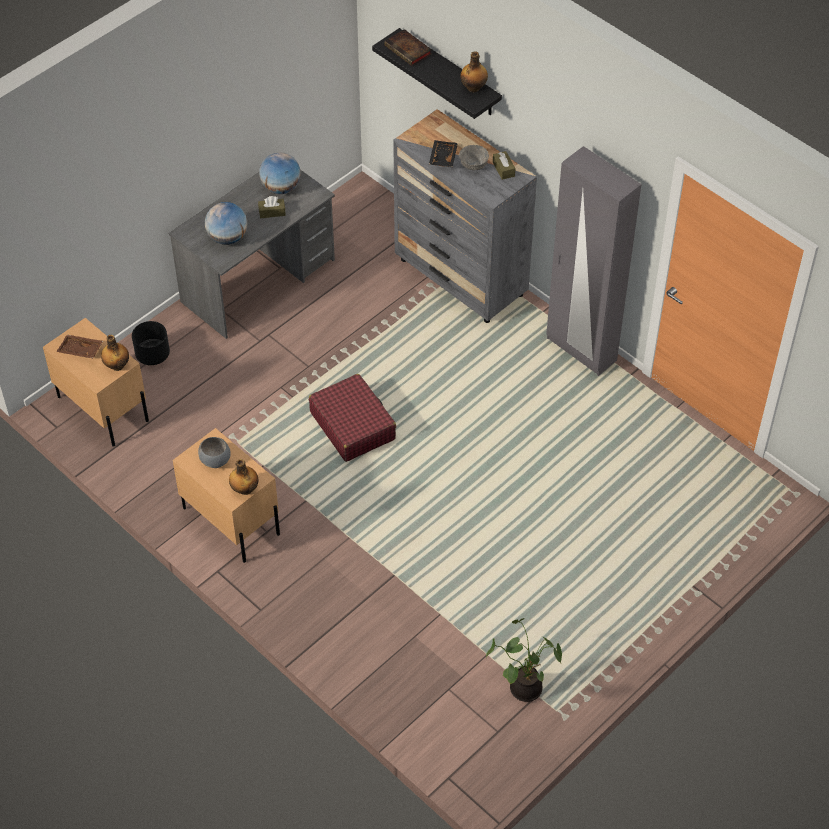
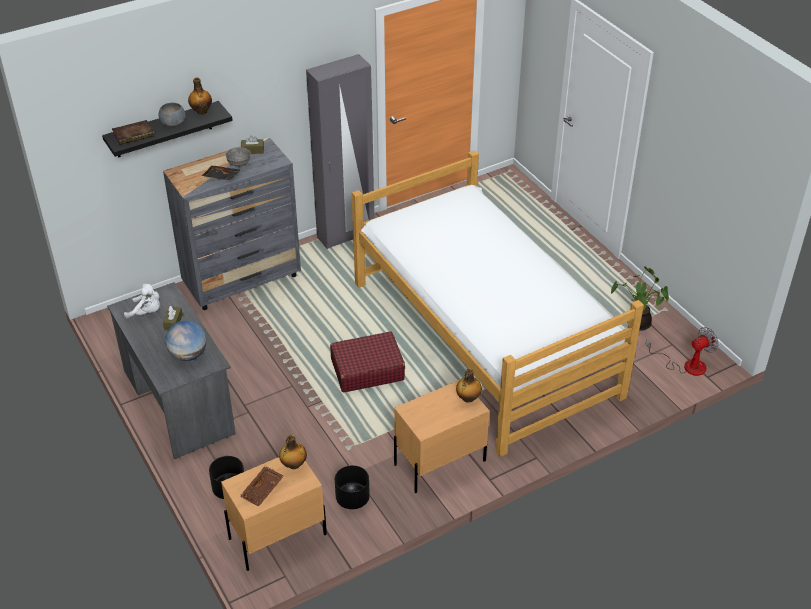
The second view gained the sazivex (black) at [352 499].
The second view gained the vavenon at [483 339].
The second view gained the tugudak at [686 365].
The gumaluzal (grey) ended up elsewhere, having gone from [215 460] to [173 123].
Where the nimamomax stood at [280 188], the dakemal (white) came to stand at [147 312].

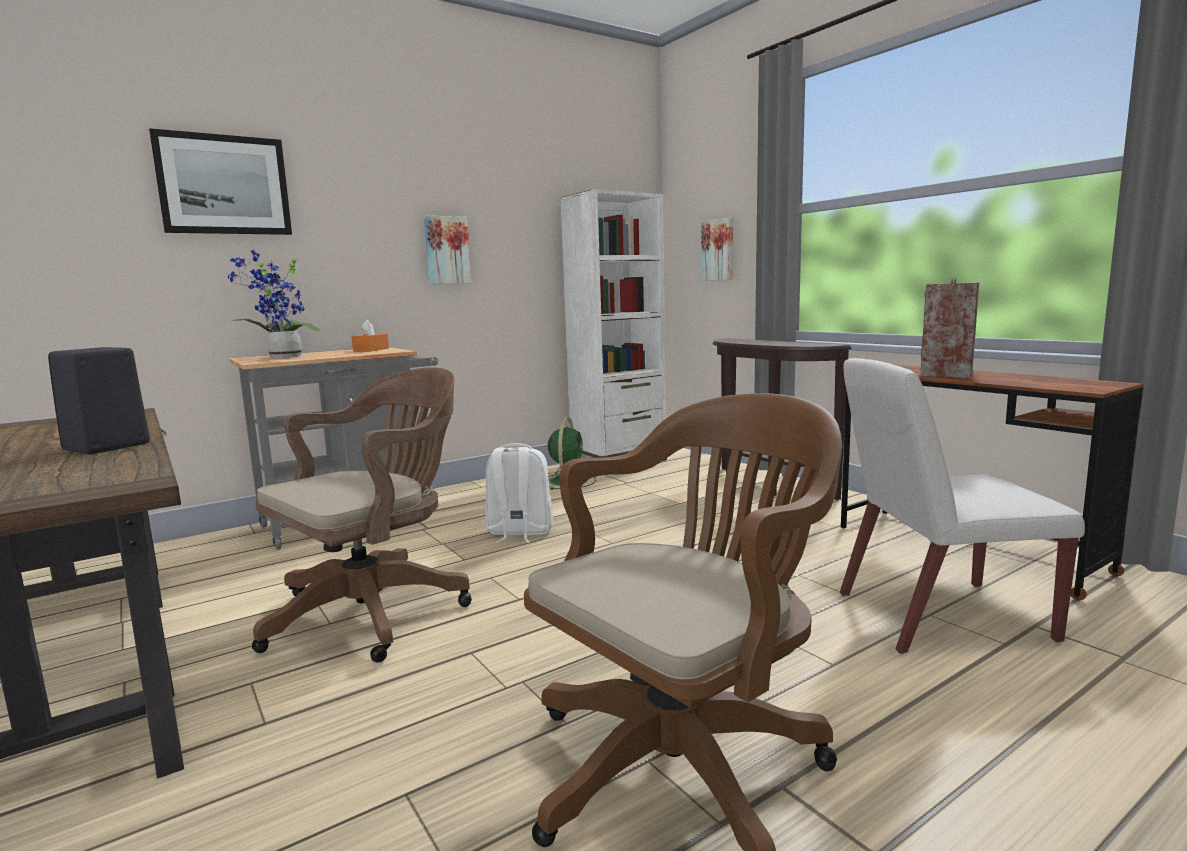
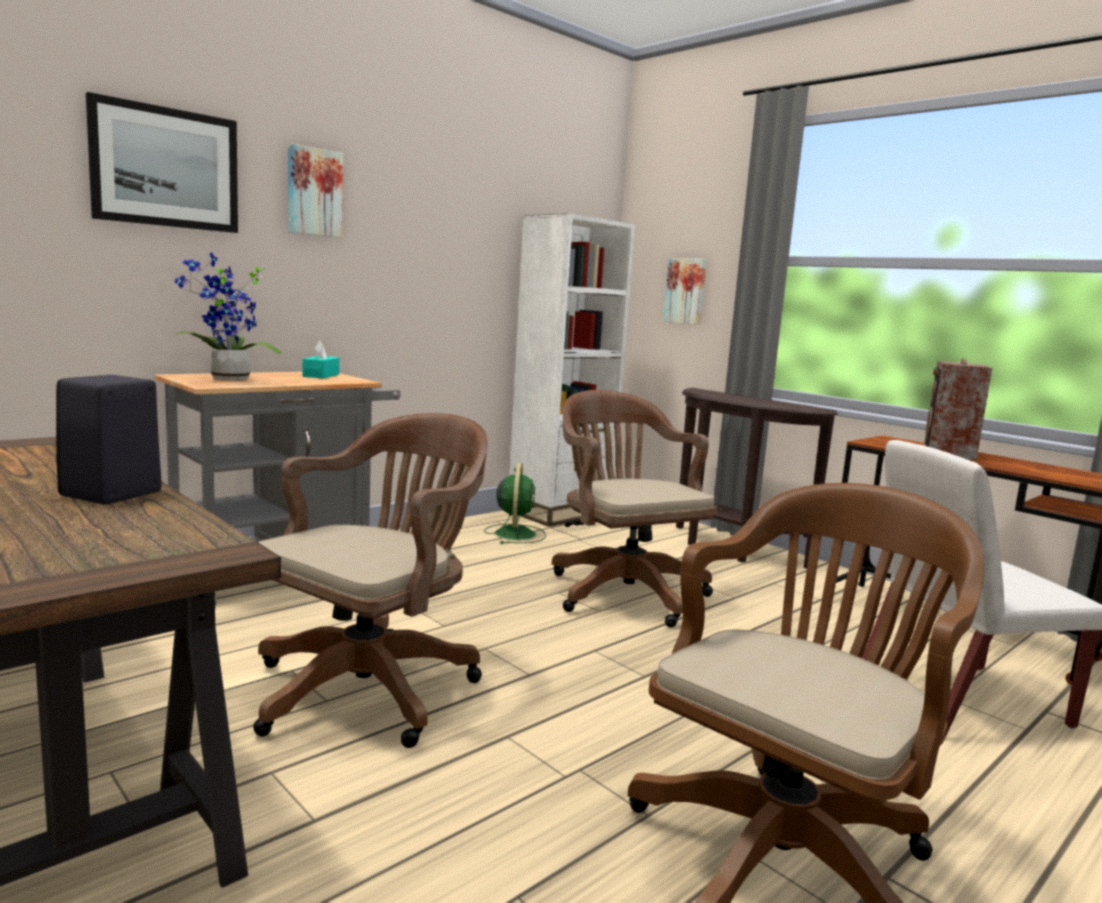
The second view lost the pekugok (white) at [519 532].
The second view gained the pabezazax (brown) at [622 590].
The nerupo ended up elsewhere, having gone from [447 250] to [314 192].
What was the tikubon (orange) at [371 350] turned into the tikubon (turquoise) at [321 375].

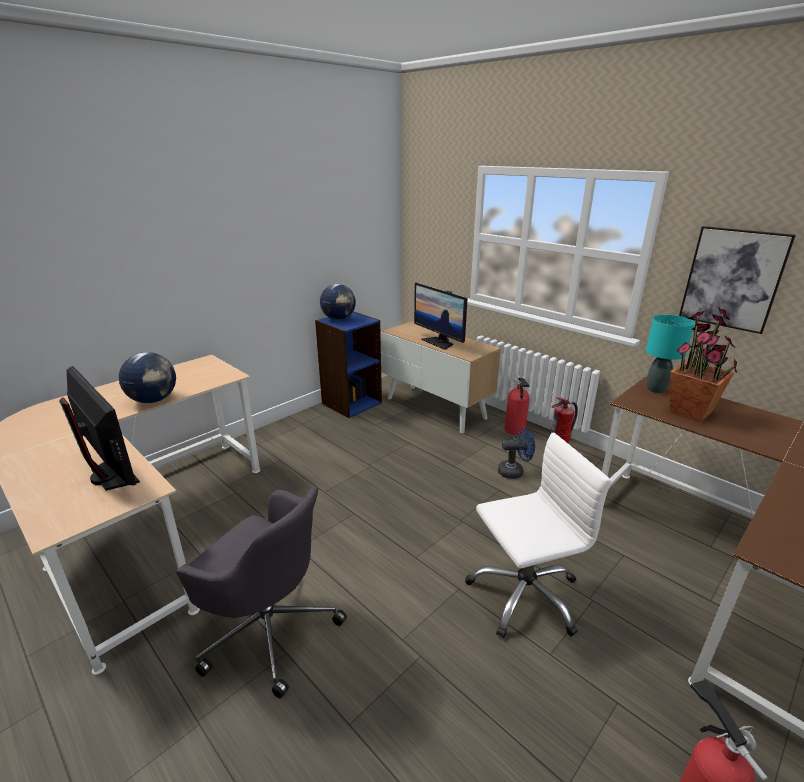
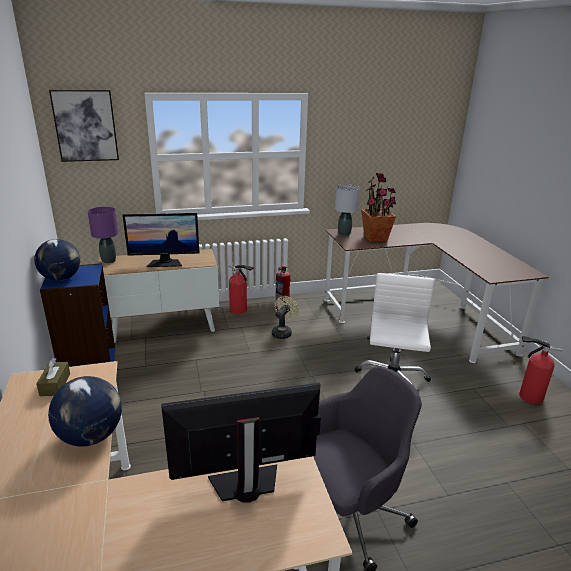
The second view gained the tikubon (brown) at [55 384].
The second view gained the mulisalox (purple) at [109 261].
The nerupo ended up elsewhere, having gone from [732 279] to [85 126].
What was the tugudak (blue) at [514 471] turned into the tugudak (beige) at [283 332].
What was the mulisalox (turquoise) at [655 389] turned into the mulisalox (grey) at [344 234].

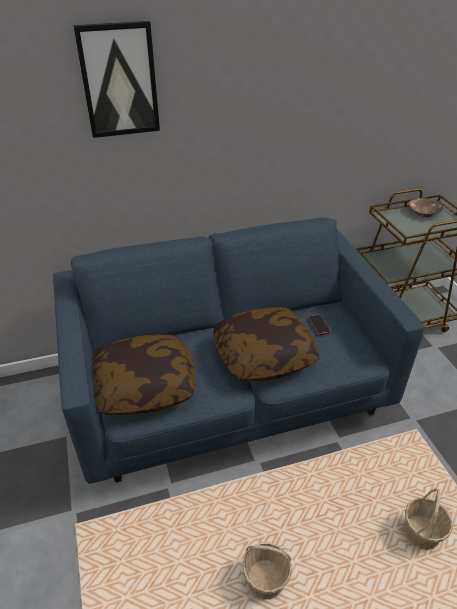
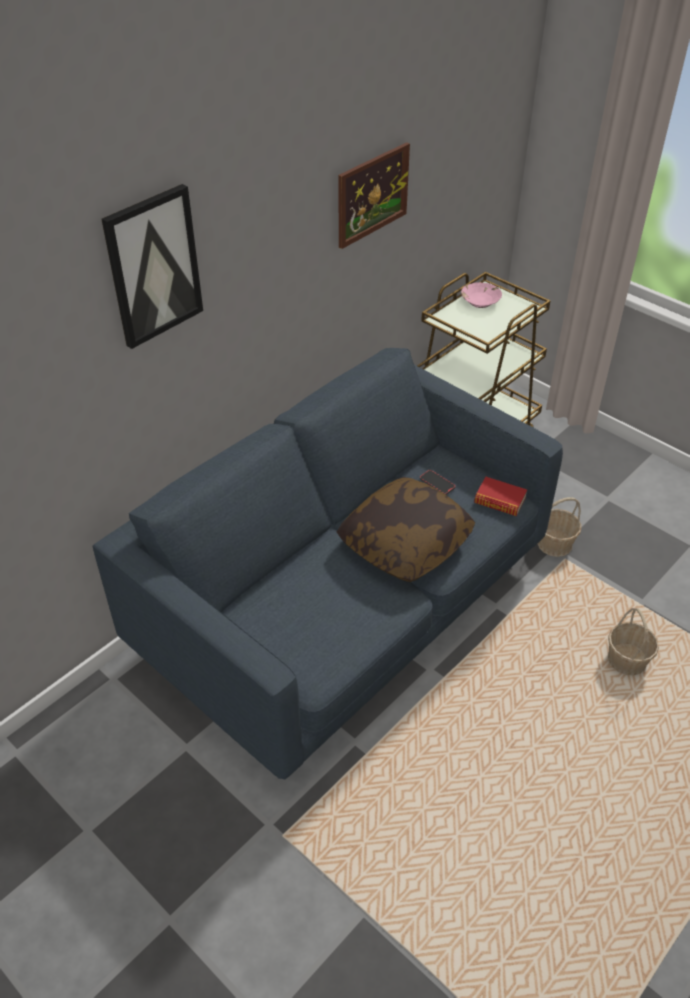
The second view lost the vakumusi at [144 386].
The second view gained the nerupo at [372 194].
The second view gained the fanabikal at [499 501].
The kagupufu ended up elsewhere, having gone from [265 580] to [555 543].
What was the gumaluzal (brown) at [423 212] turned into the gumaluzal (pink) at [480 301].

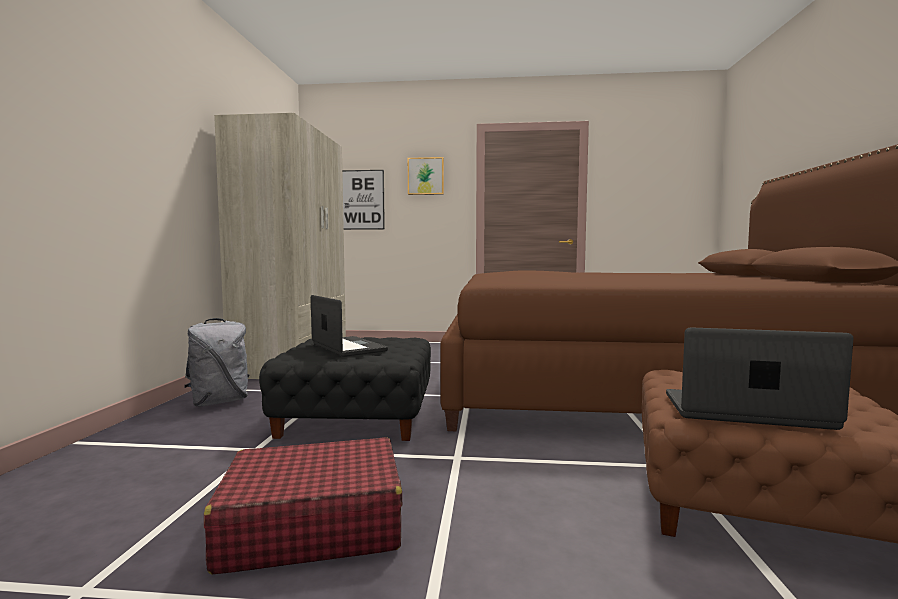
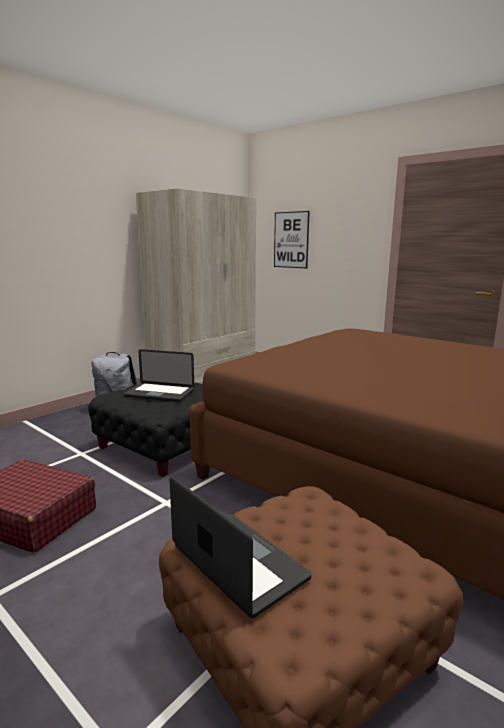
The second view lost the nerupo at [426 176].
The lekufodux at [348 348] ended up facing another way, 105 degrees clockwise from before.

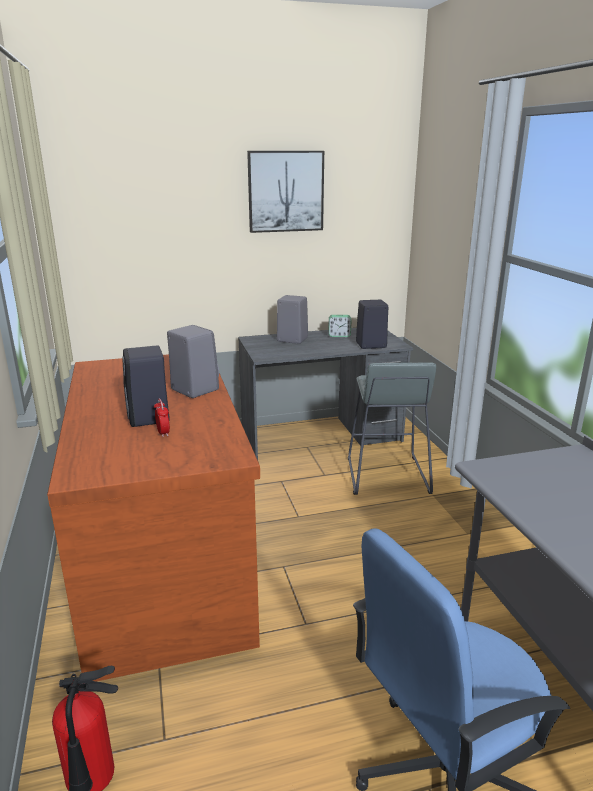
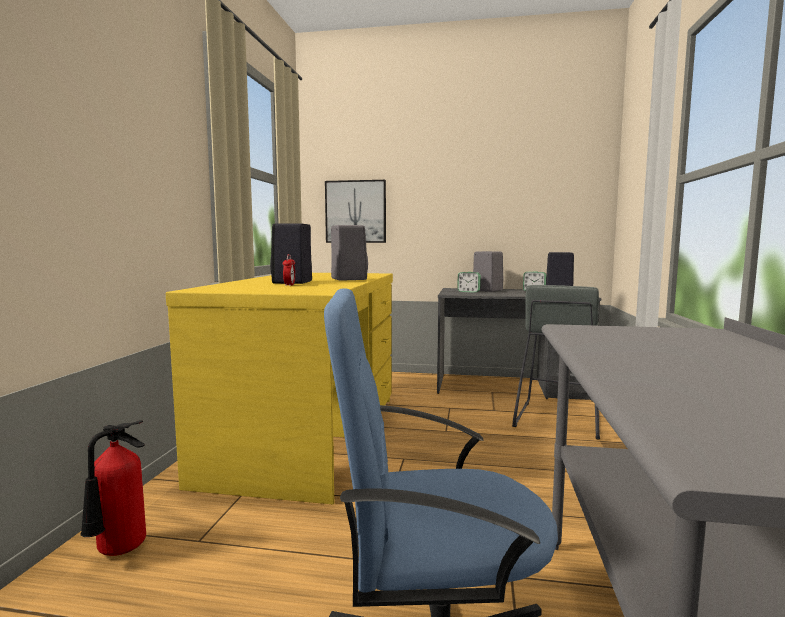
The second view gained the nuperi at [468 291].
The nerupo ended up elsewhere, having gone from [285 191] to [356 212].
What was the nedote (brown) at [166 561] turned into the nedote (yellow) at [309 436].

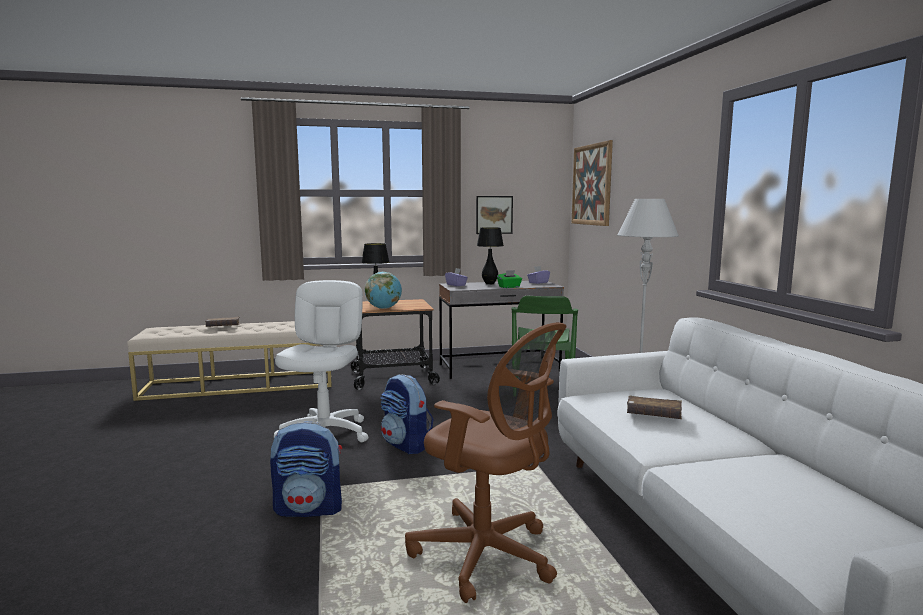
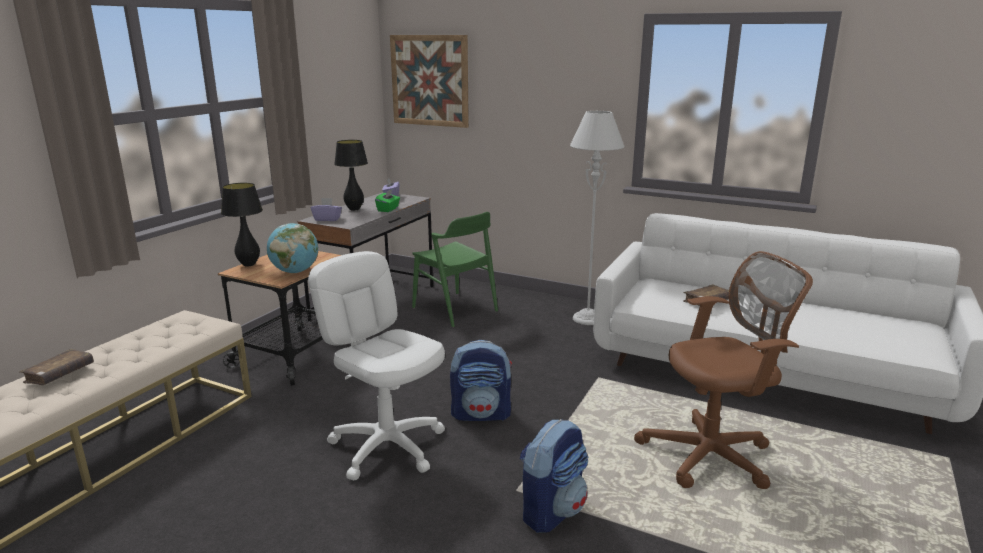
The second view lost the nerupo at [494 215].

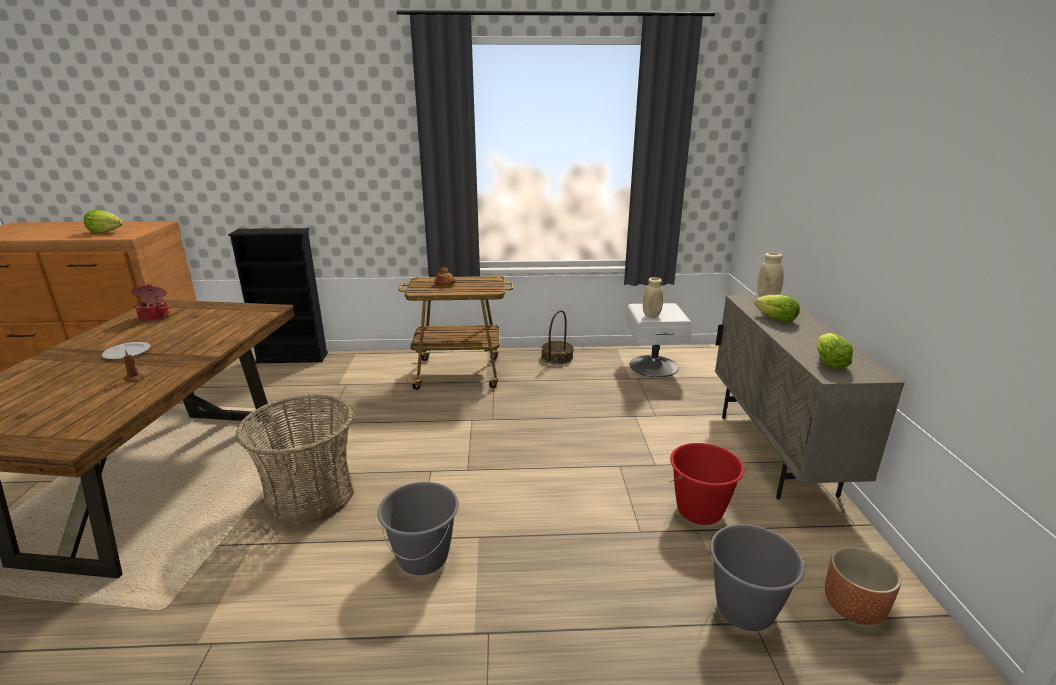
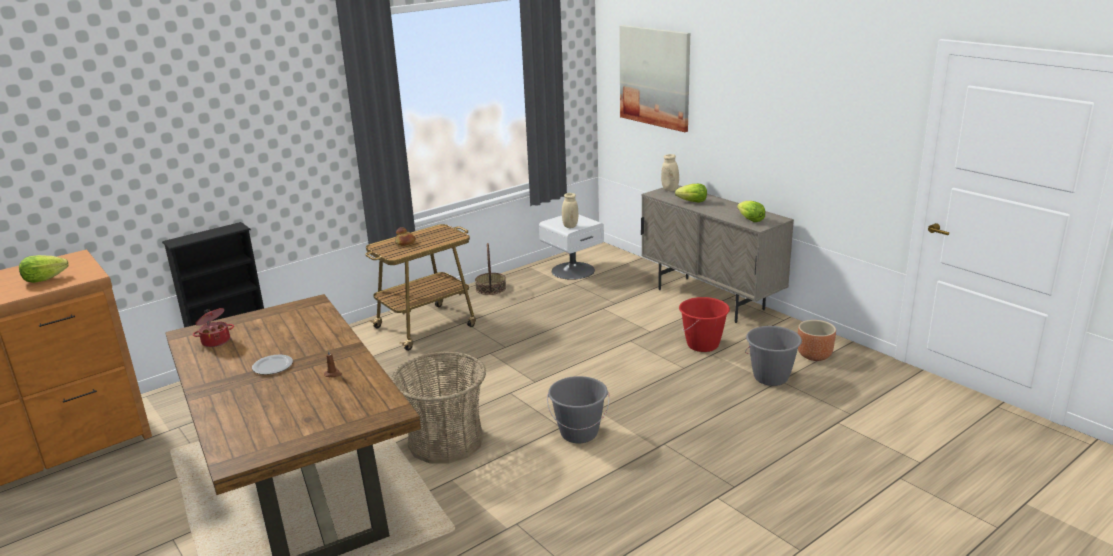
The second view gained the nerupo at [655 77].

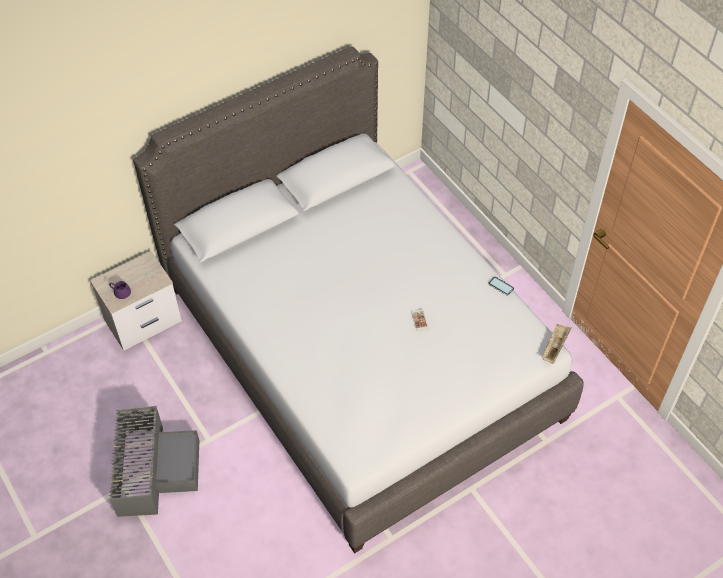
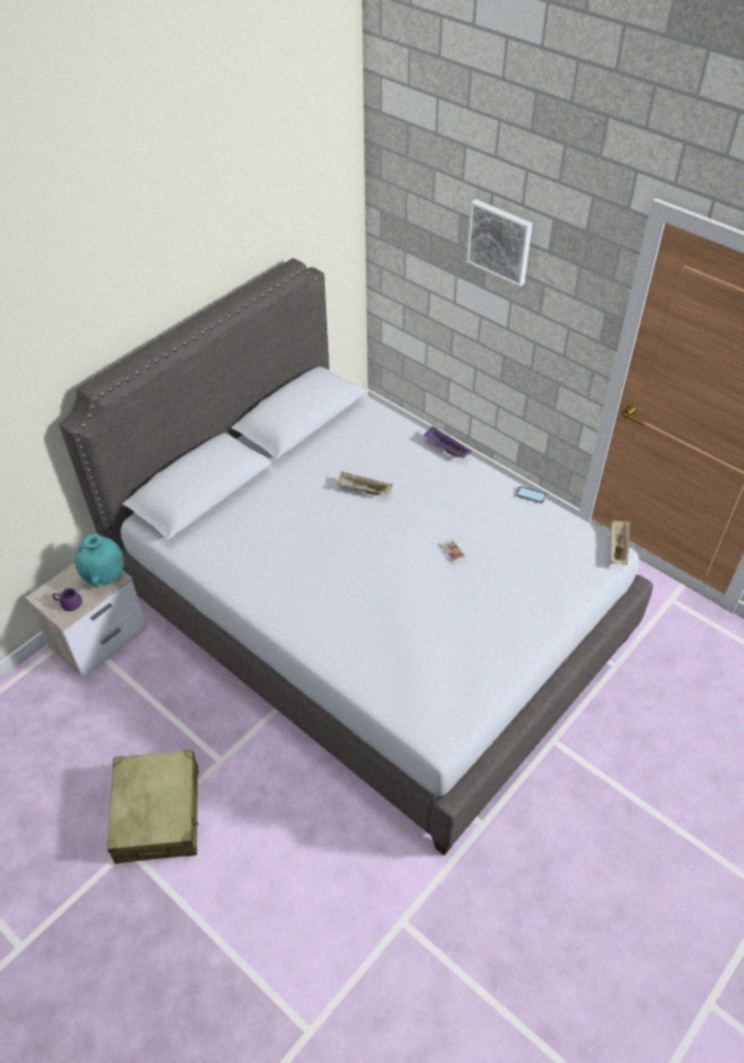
The second view gained the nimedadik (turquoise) at [105 577].
The second view gained the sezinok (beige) at [363 490].
The second view gained the sezinok (purple) at [445 449].
The second view gained the nerupo at [500 241].
Where the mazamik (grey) stood at [153 468], the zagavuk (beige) came to stand at [158 813].

